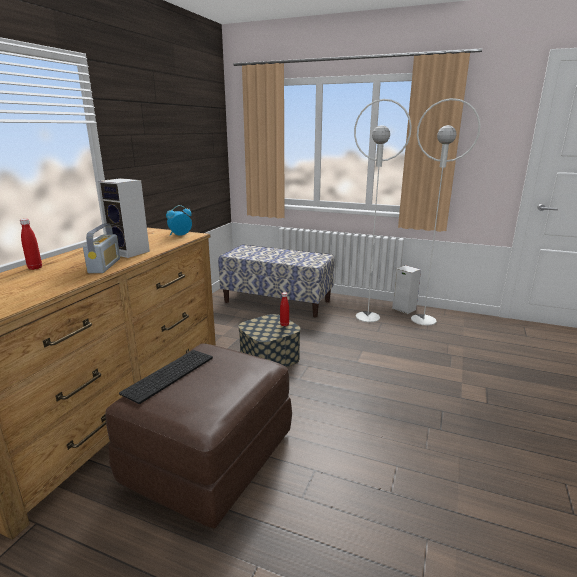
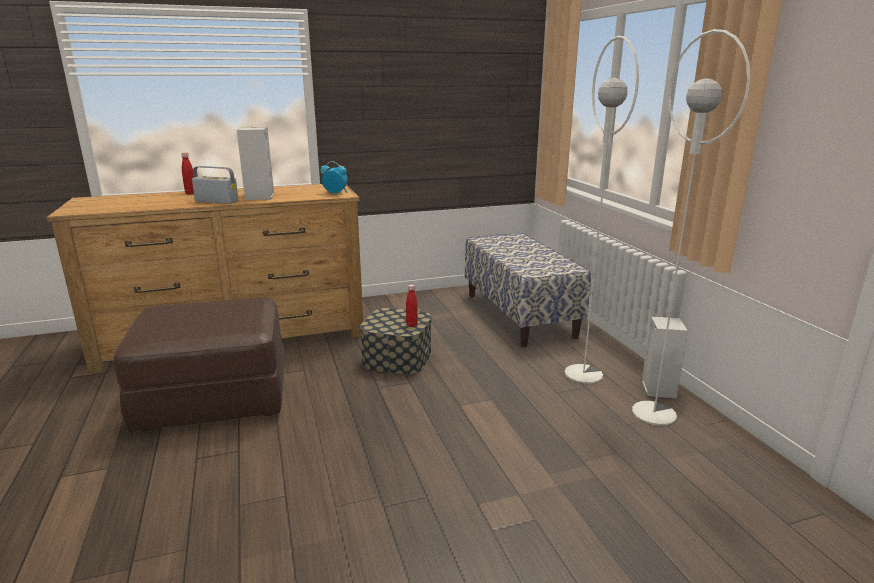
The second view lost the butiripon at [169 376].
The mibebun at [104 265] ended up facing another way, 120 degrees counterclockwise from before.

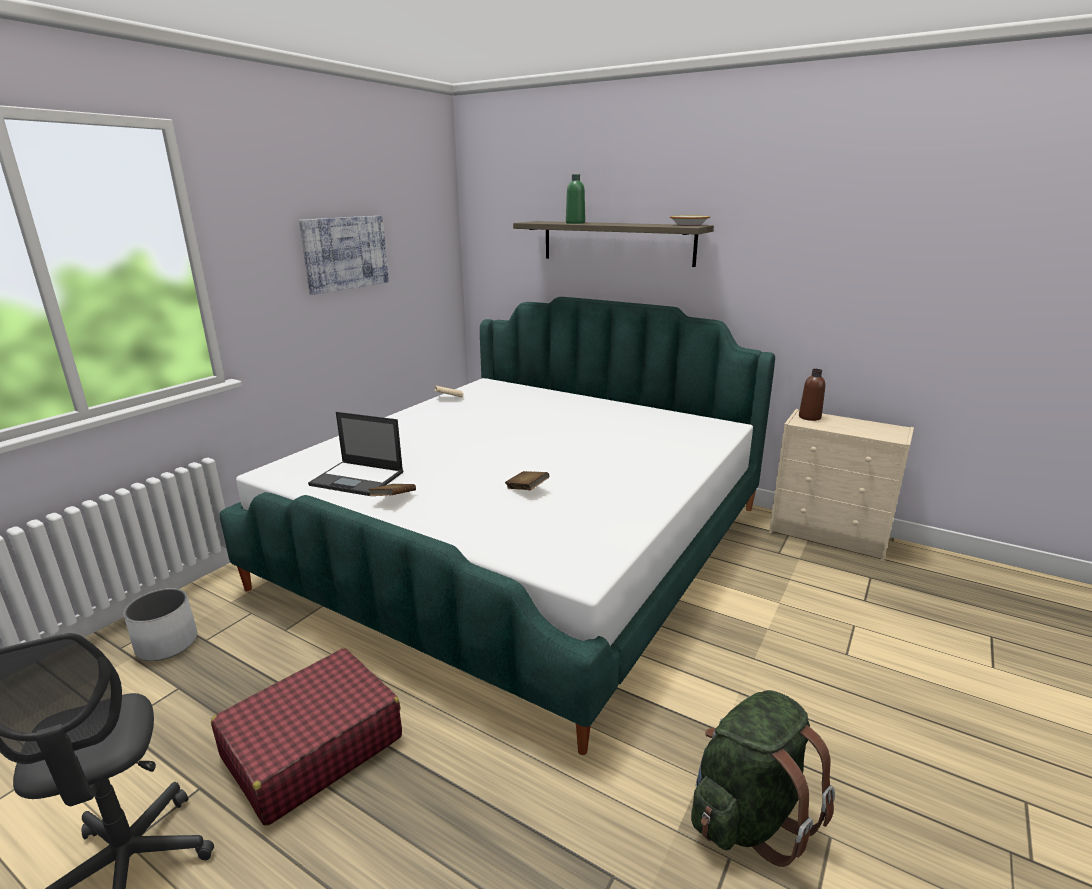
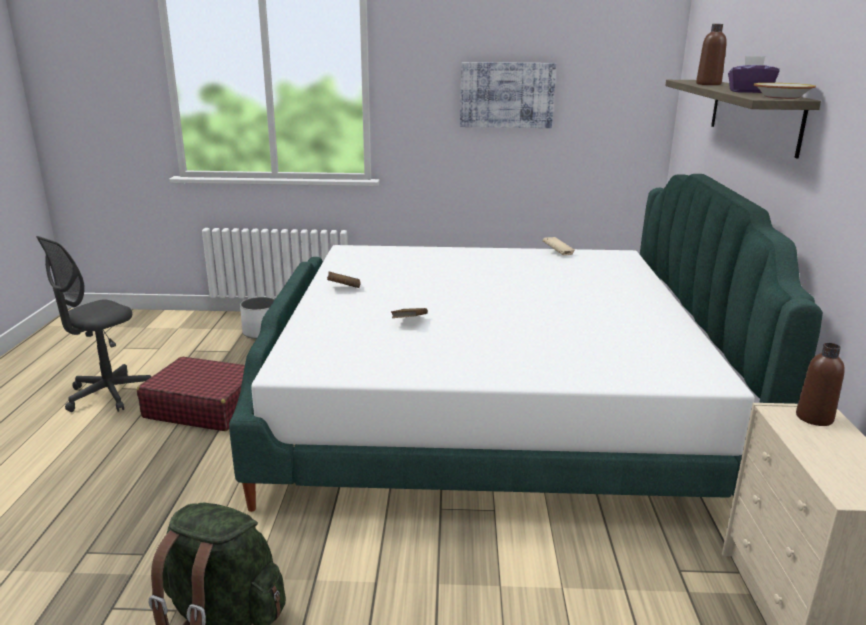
The second view lost the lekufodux at [358 479].
The second view gained the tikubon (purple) at [749 92].
What was the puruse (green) at [575 223] turned into the puruse (brown) at [708 84].

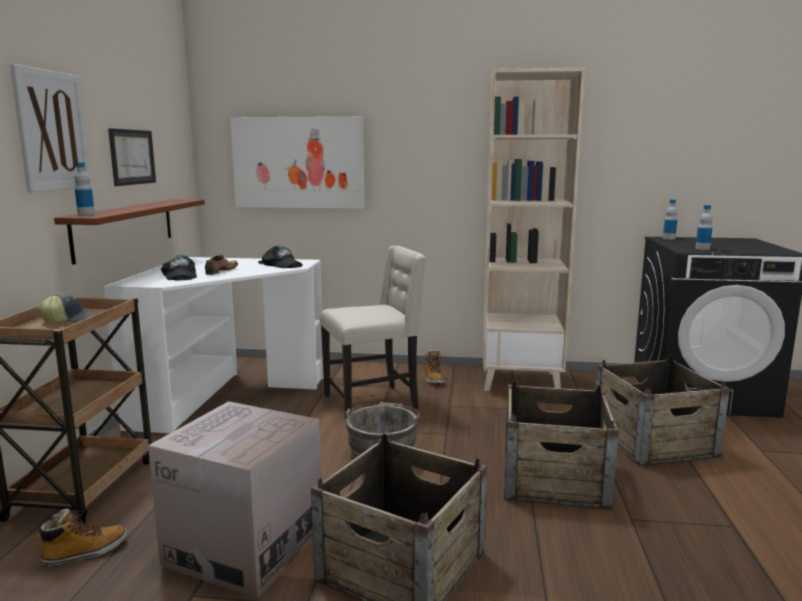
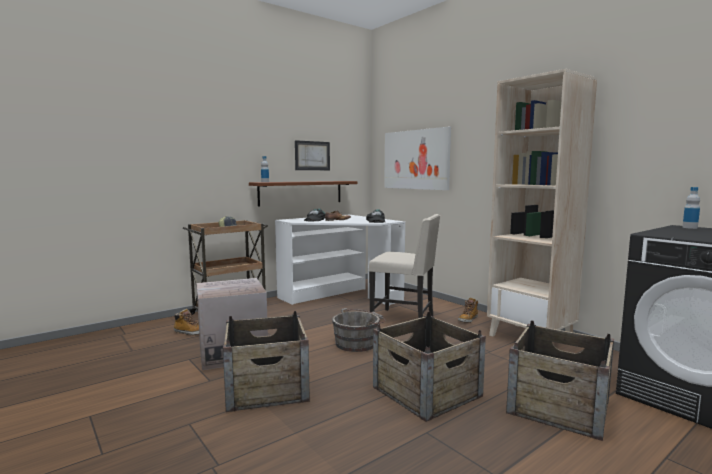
The second view lost the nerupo at [52 131].
The second view lost the puruse at [702 248].

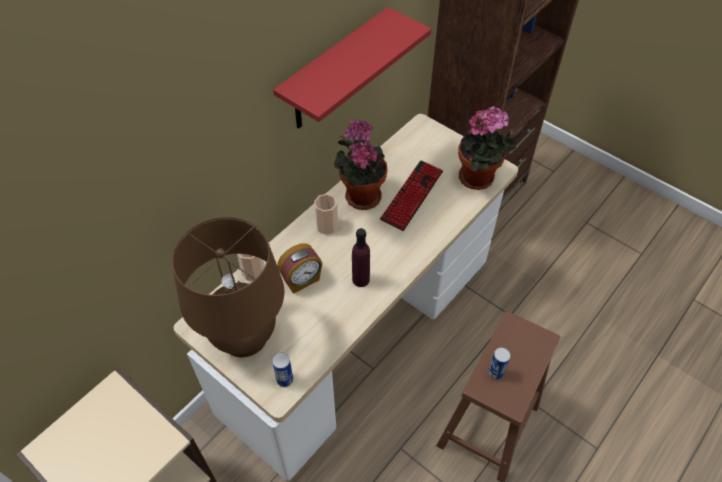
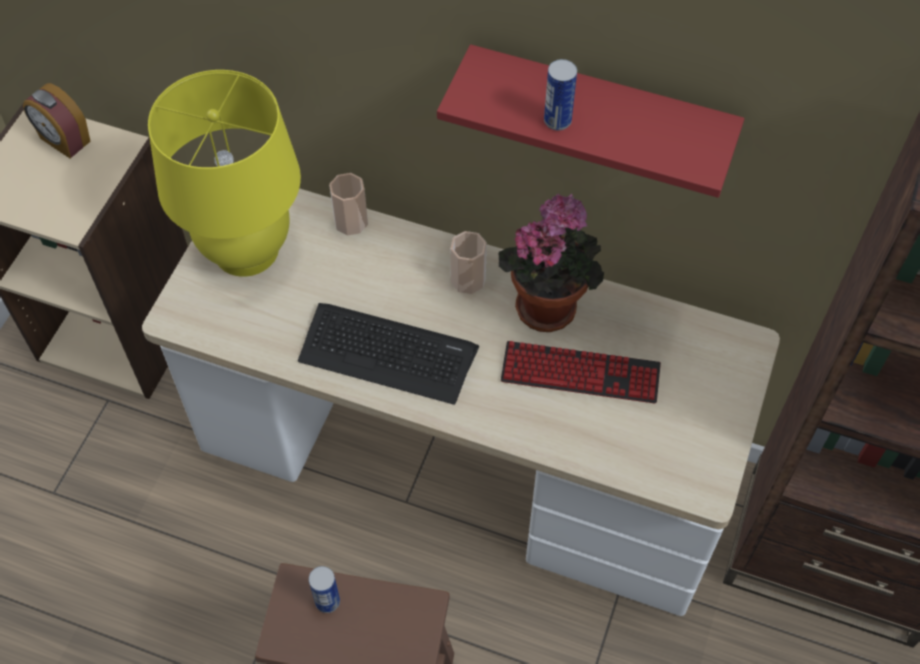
The second view lost the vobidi at [479 179].
The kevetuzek ended up elsewhere, having gone from [285 380] to [557 121].
The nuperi ended up elsewhere, having gone from [302 280] to [64 141].
Where the puruse (purple) stood at [361 279], the butiripon came to stand at [387 353].
What was the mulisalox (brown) at [244 336] turned into the mulisalox (yellow) at [246 249].

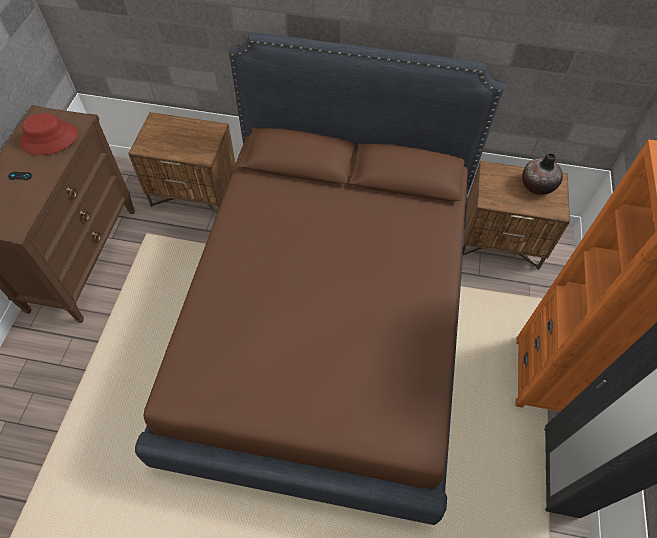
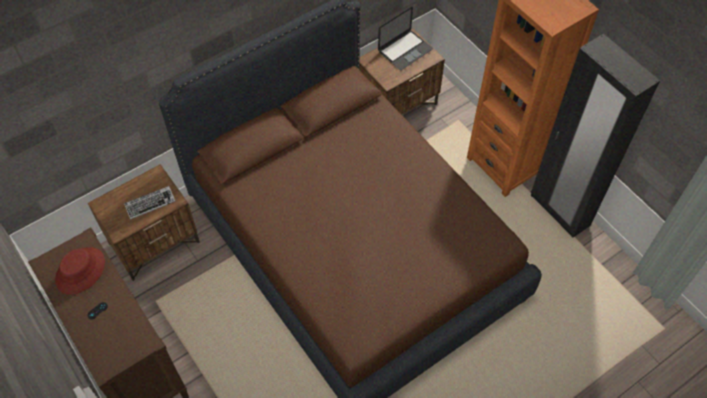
The second view gained the butiripon at [150 204].
Where the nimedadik stood at [537 186], the lekufodux came to stand at [405 50].

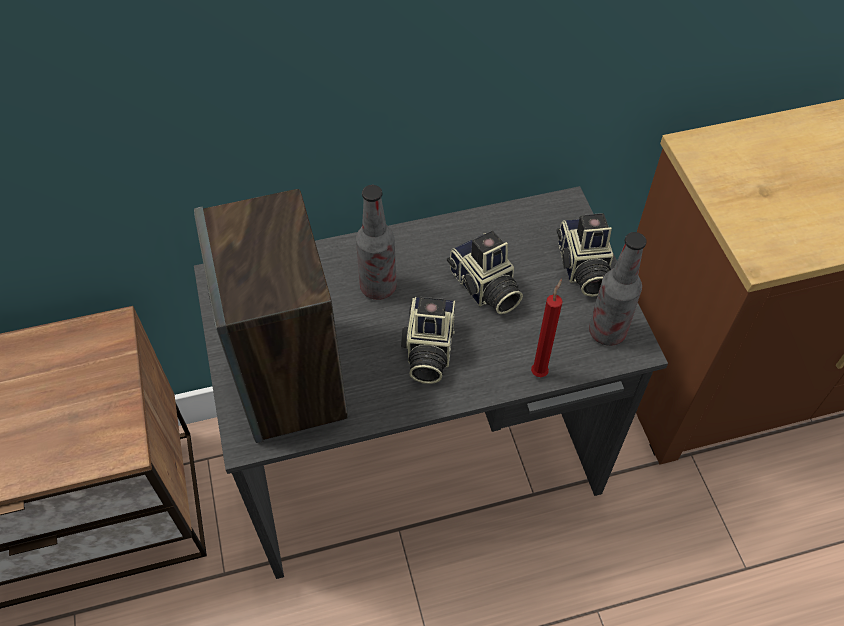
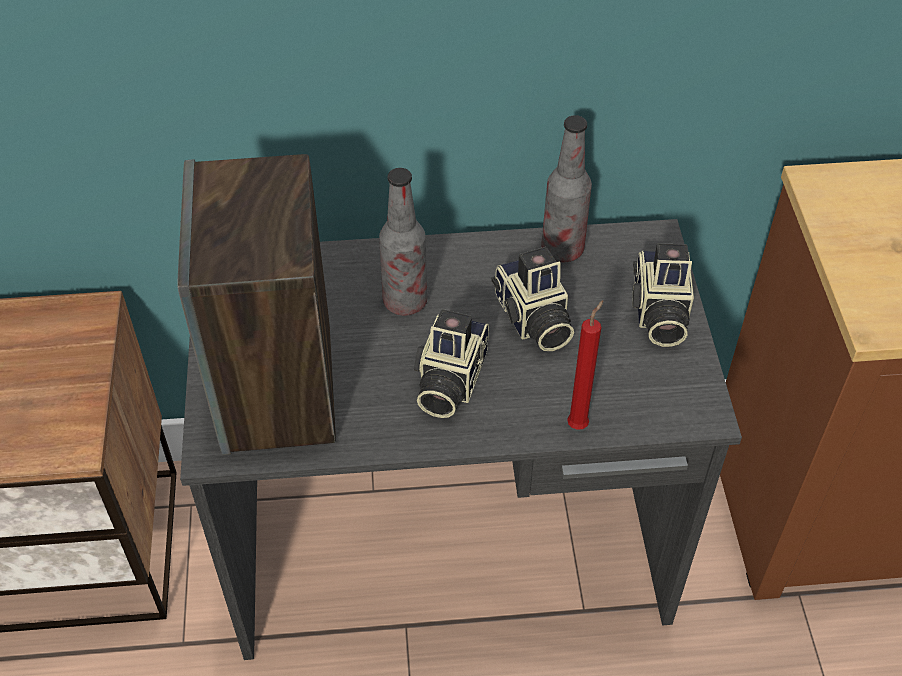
The puruse ended up elsewhere, having gone from [607 332] to [562 250].

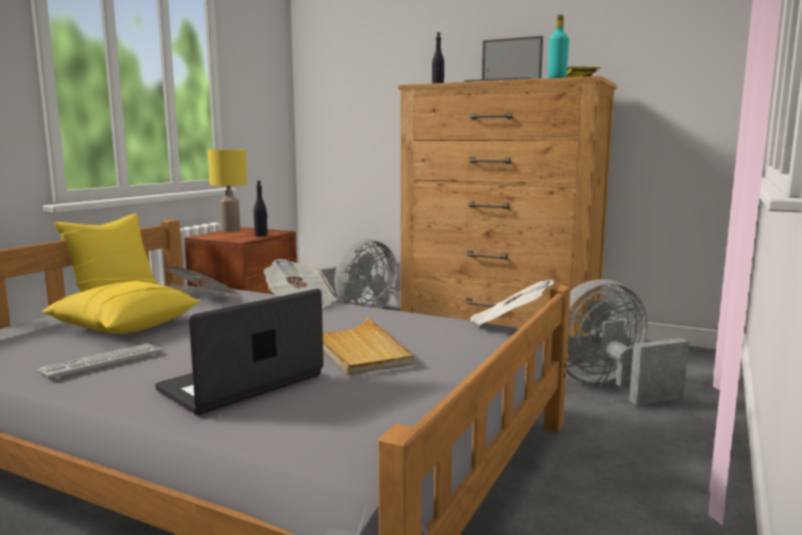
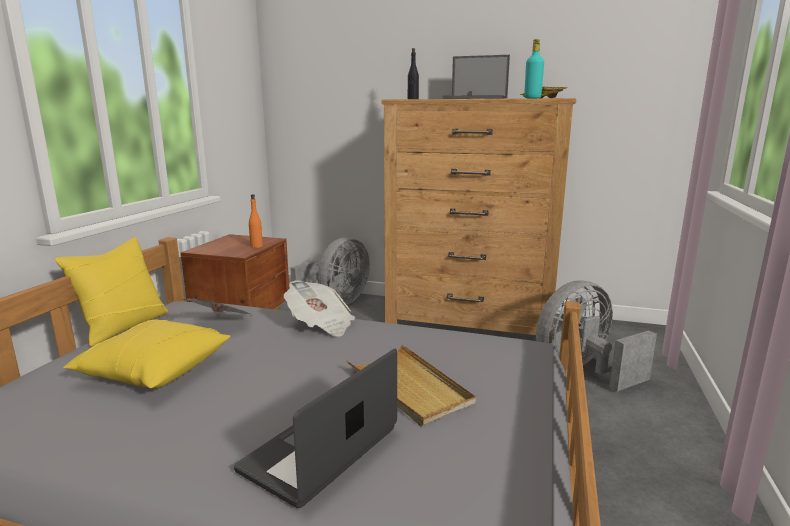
The second view lost the butiripon at [102 362].
The second view lost the mulisalox (yellow) at [231 230].
The second view lost the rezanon at [508 324].
What was the puruse (black) at [261 235] turned into the puruse (orange) at [256 246].

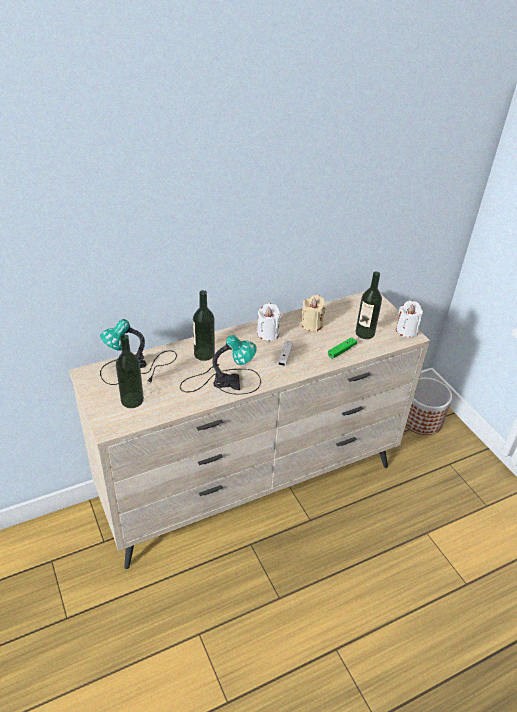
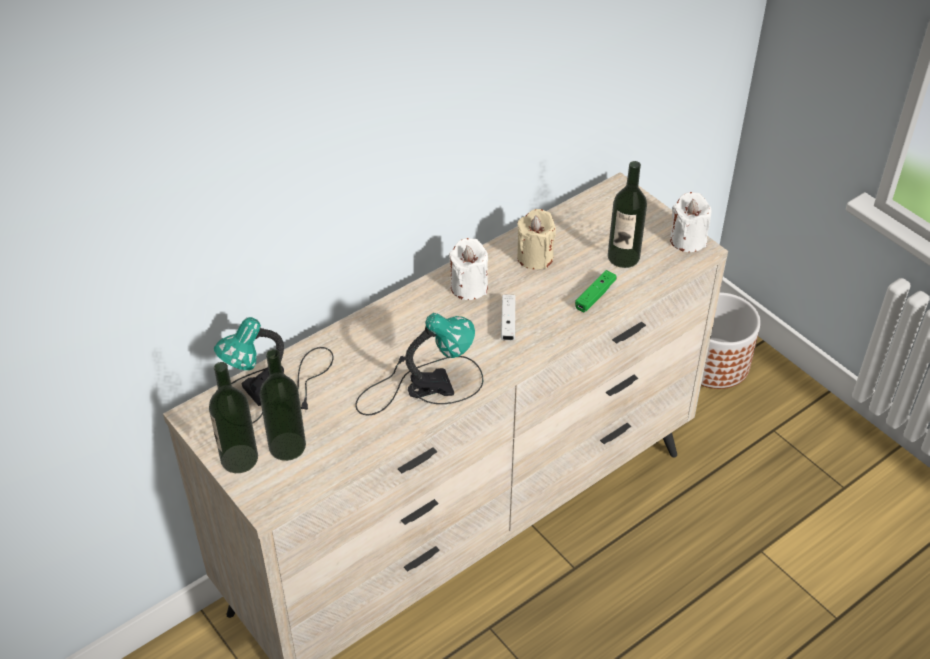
The puruse ended up elsewhere, having gone from [204 354] to [239 459].

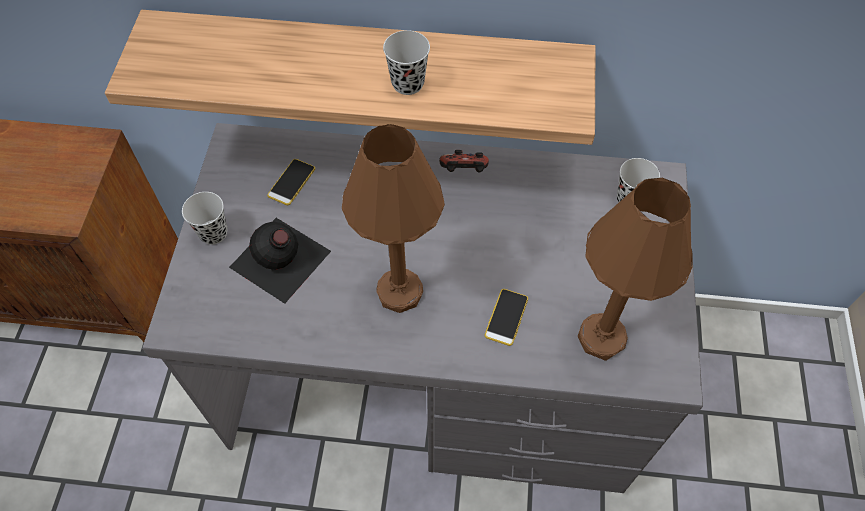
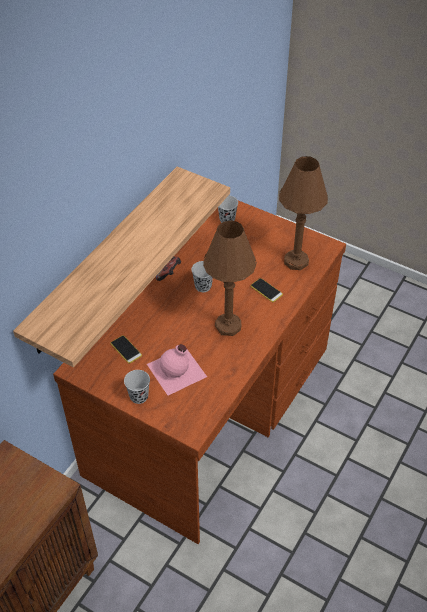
The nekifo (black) ended up elsewhere, having gone from [408 83] to [203 286].
What was the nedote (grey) at [435 377] turned into the nedote (brown) at [211 411].
What was the puruse (black) at [280 260] turned into the puruse (pink) at [177 370].

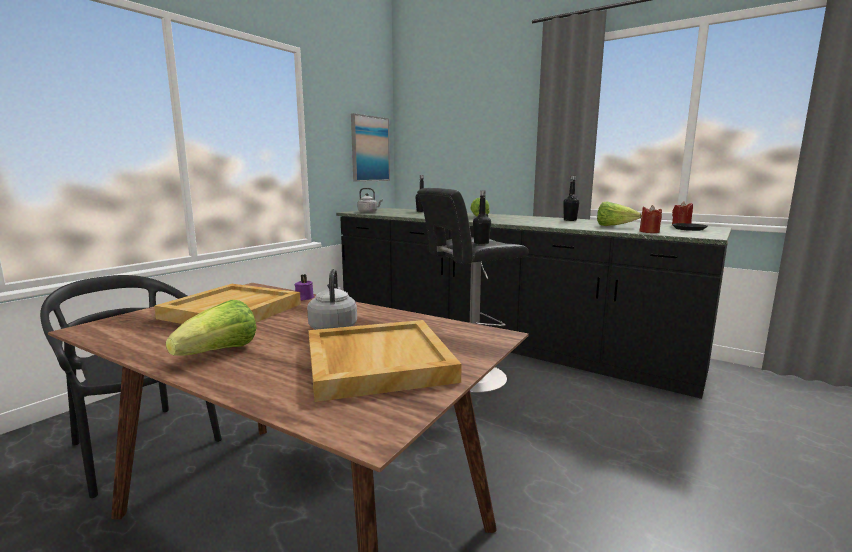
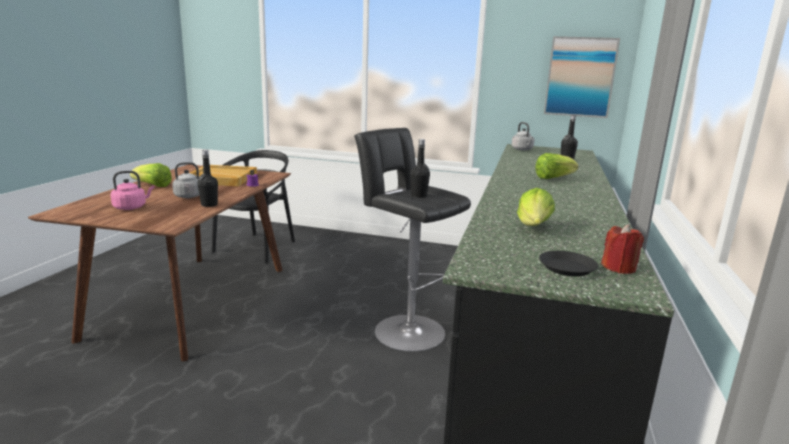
The second view lost the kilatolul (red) at [649 232].
The puruse (black) ended up elsewhere, having gone from [570 220] to [209 205].
Where the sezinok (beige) stood at [376 362], the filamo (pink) came to stand at [132 207].

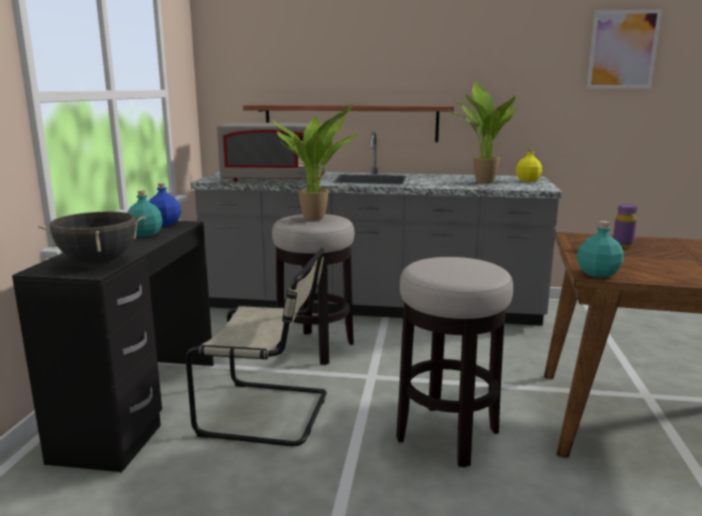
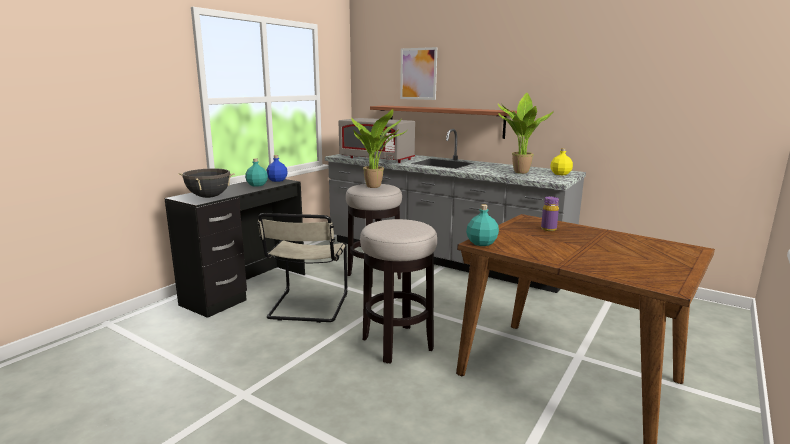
The nerupo ended up elsewhere, having gone from [622 50] to [418 74].
The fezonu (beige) at [269 413] ended up facing another way, 60 degrees clockwise from before.

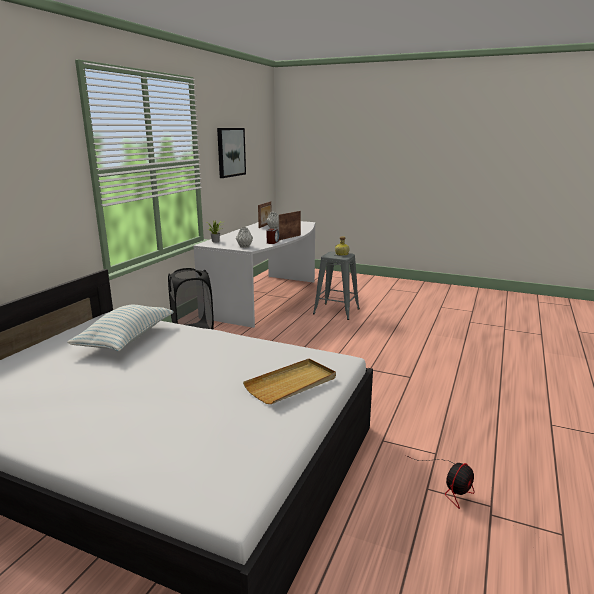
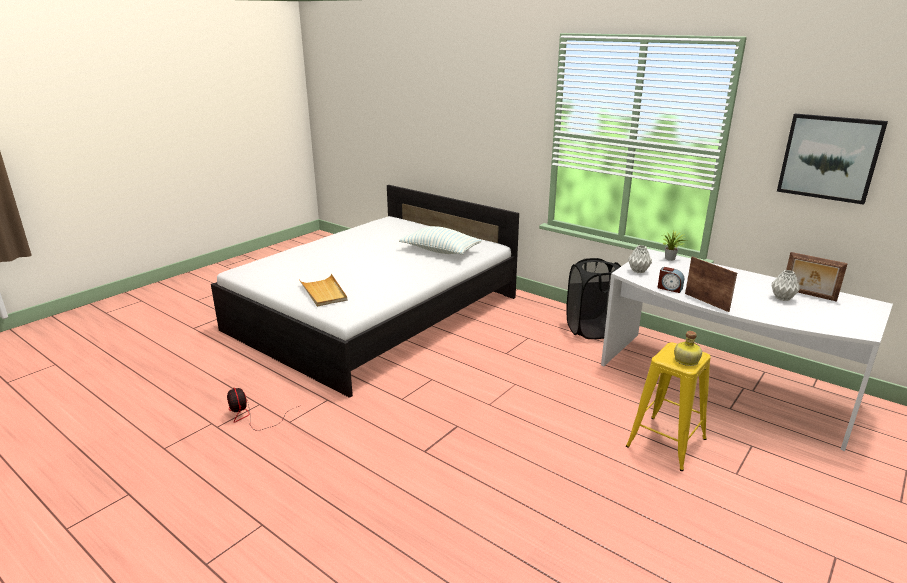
What was the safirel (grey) at [336 311] turned into the safirel (yellow) at [666 442].

